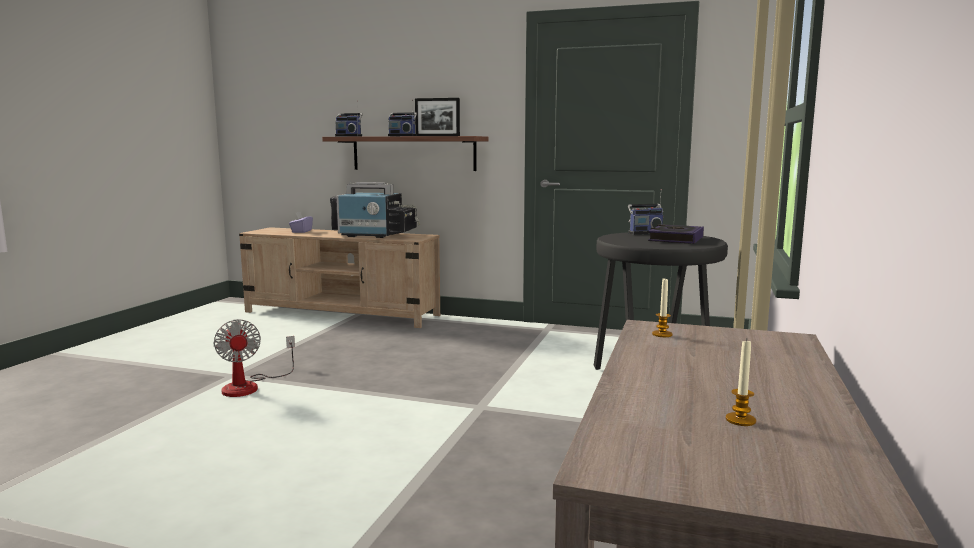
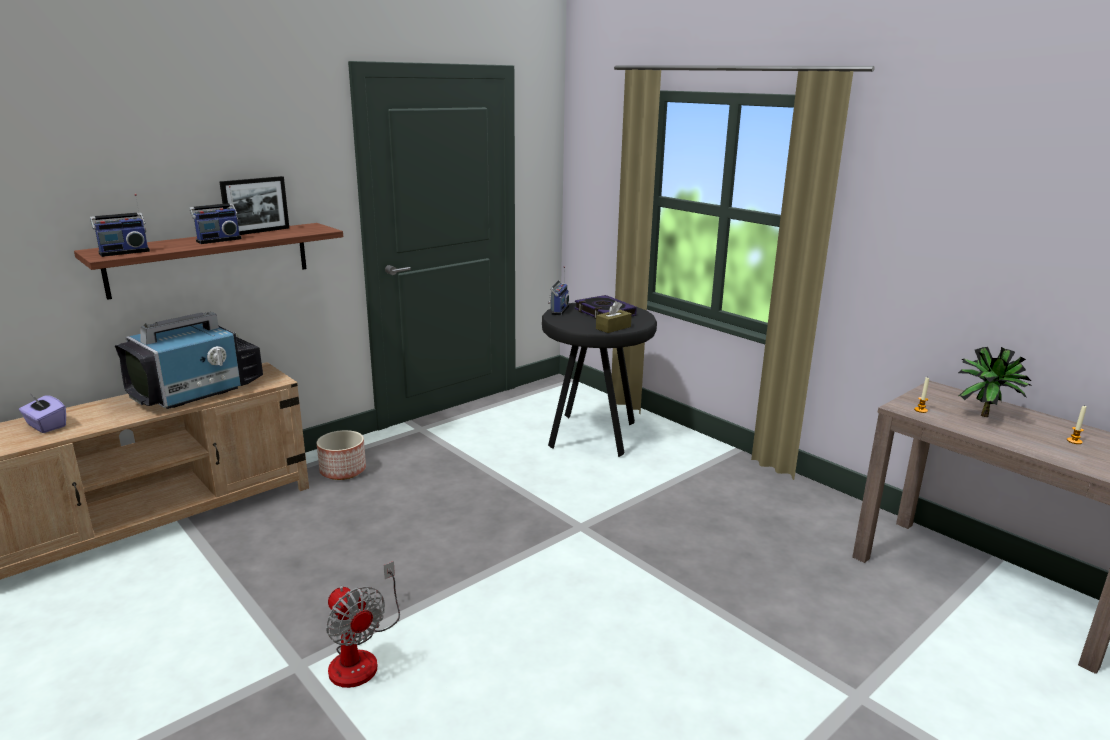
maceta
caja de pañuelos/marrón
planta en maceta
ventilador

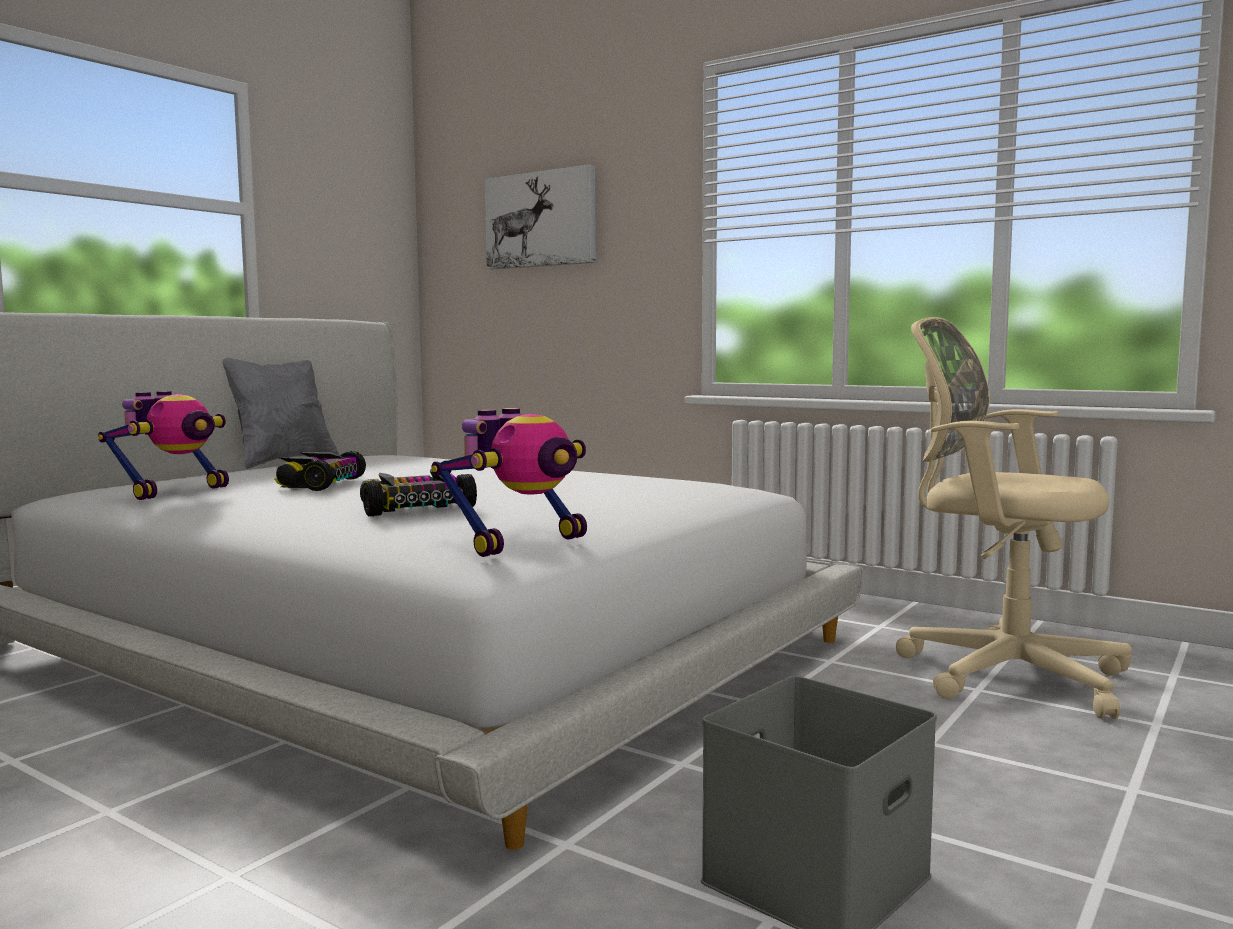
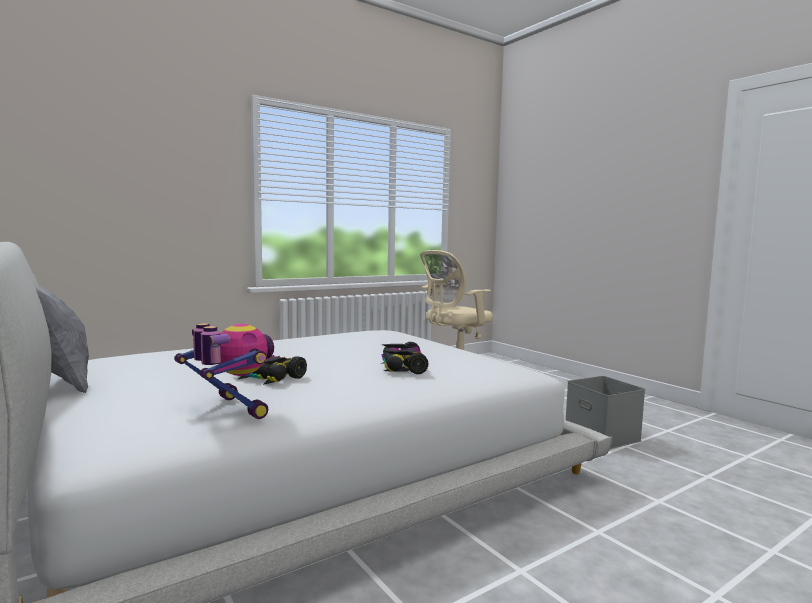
robot de juguete (2nd from left in the first image)
cuadro

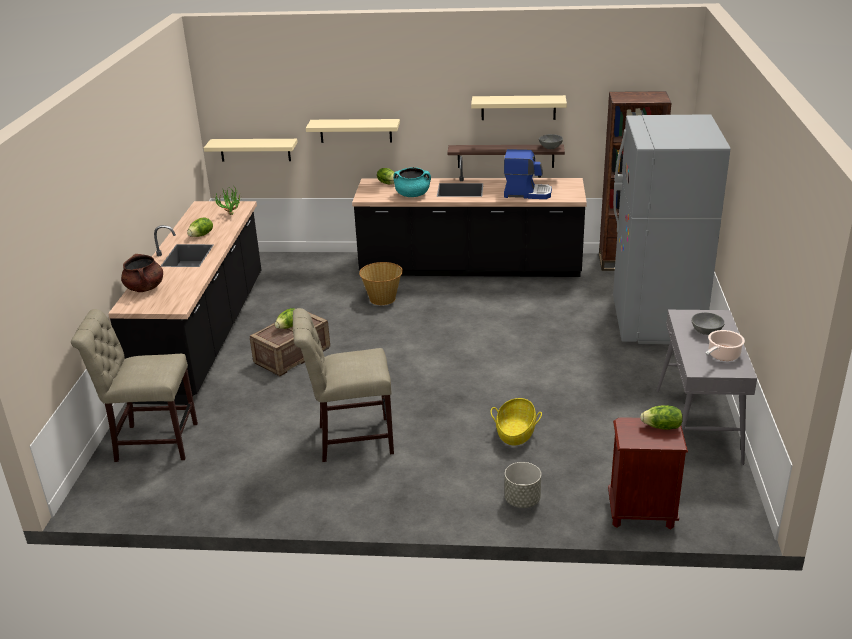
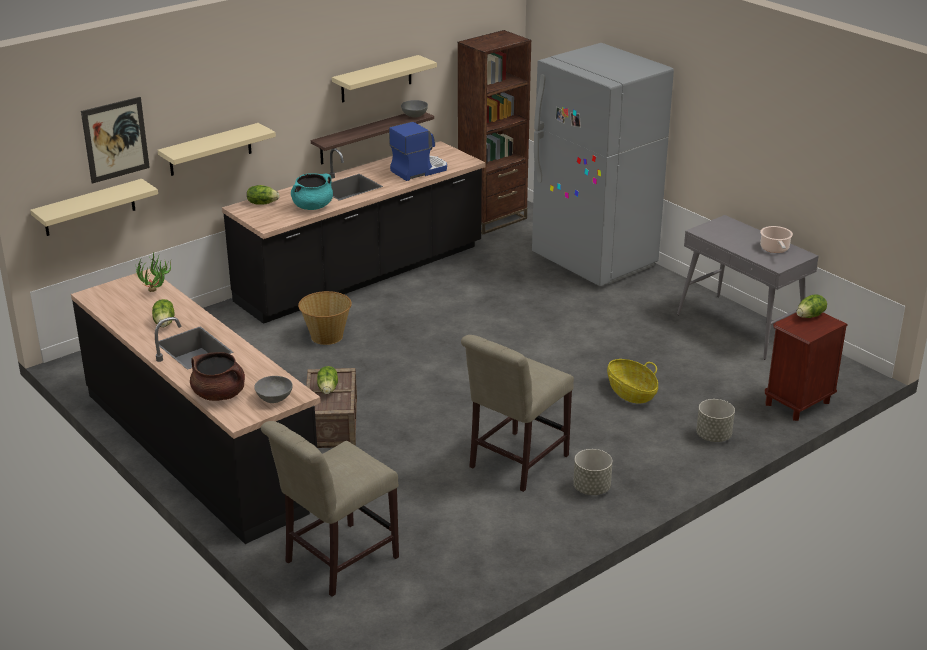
cuadro
maceta/gris (1st from left)
cuenco/gris (1st from left)

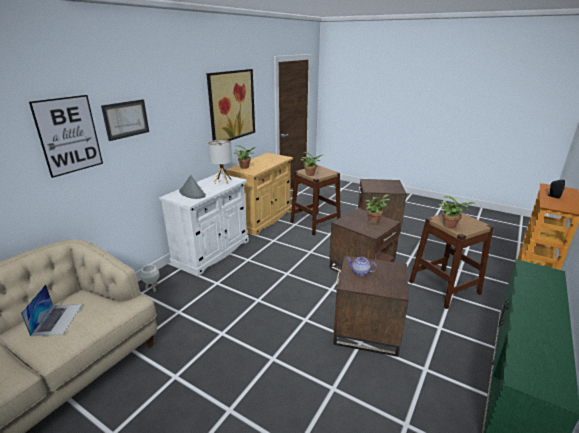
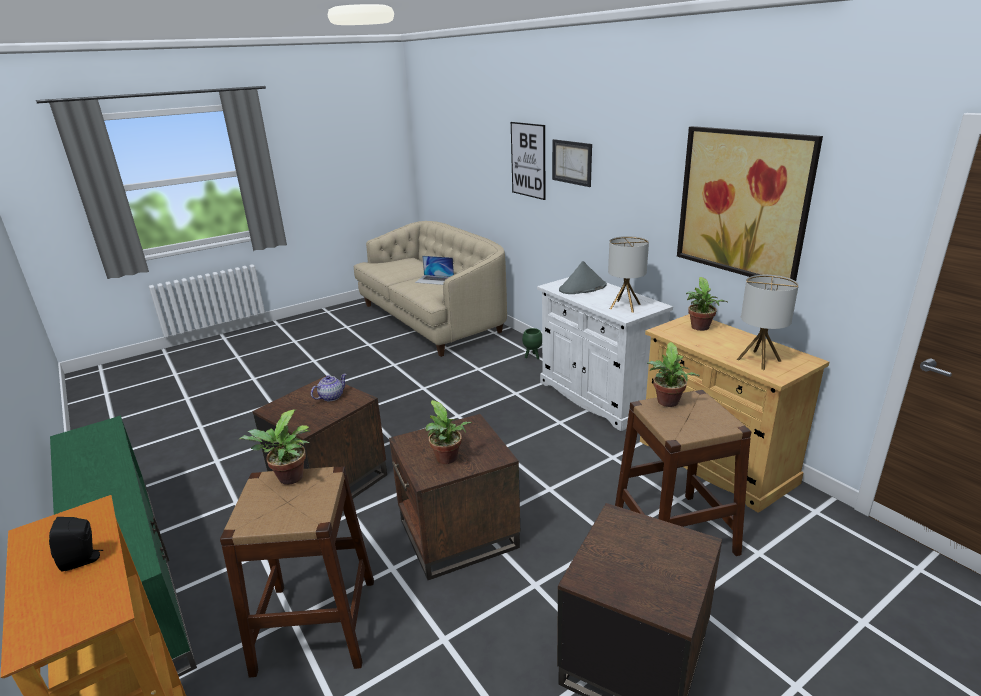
lámpara de mesa (2nd from left)
maceta/verde

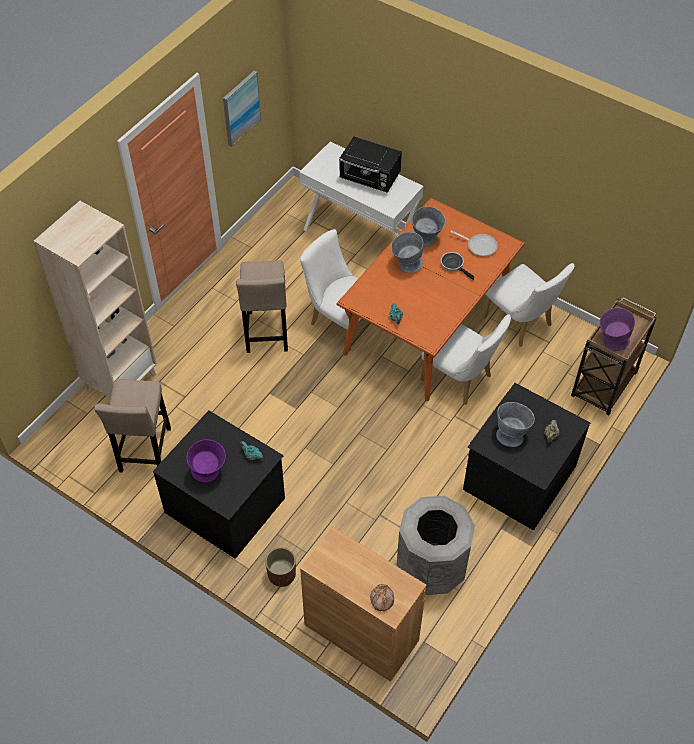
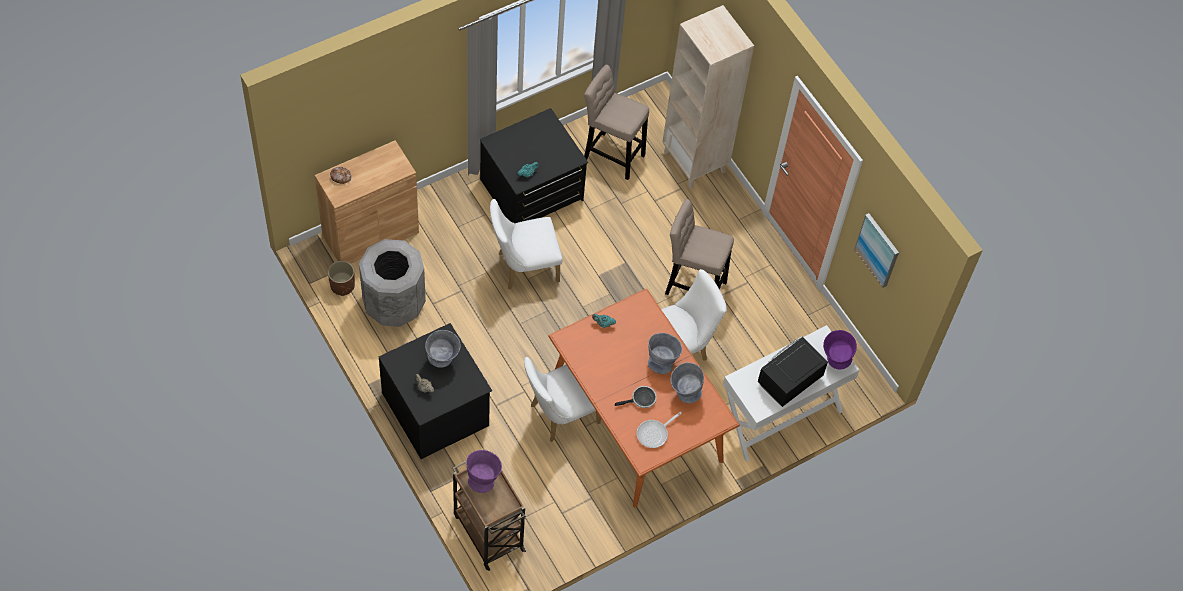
cuenco/morado (2nd from left)
maceta/marrón
silla/blanco (1st from left)

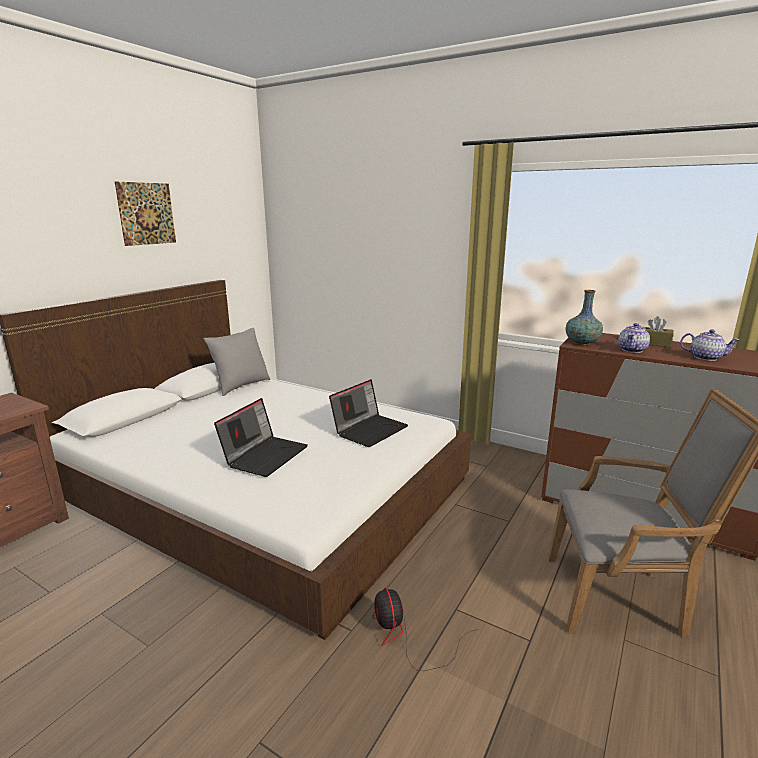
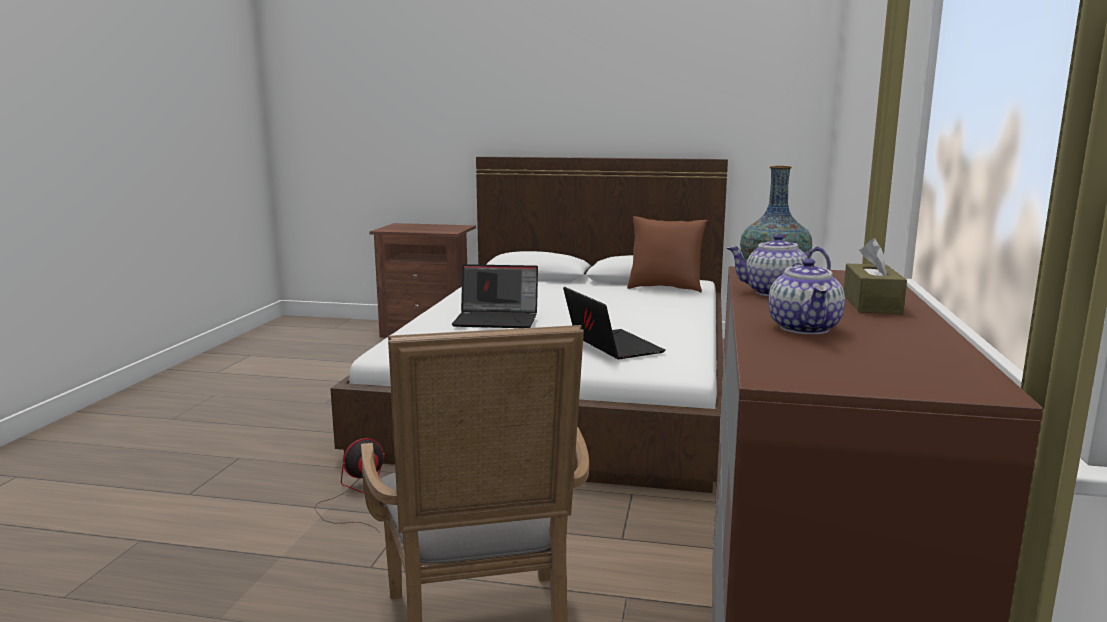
cuadro
cojín/marrón
portátil (2nd from left)

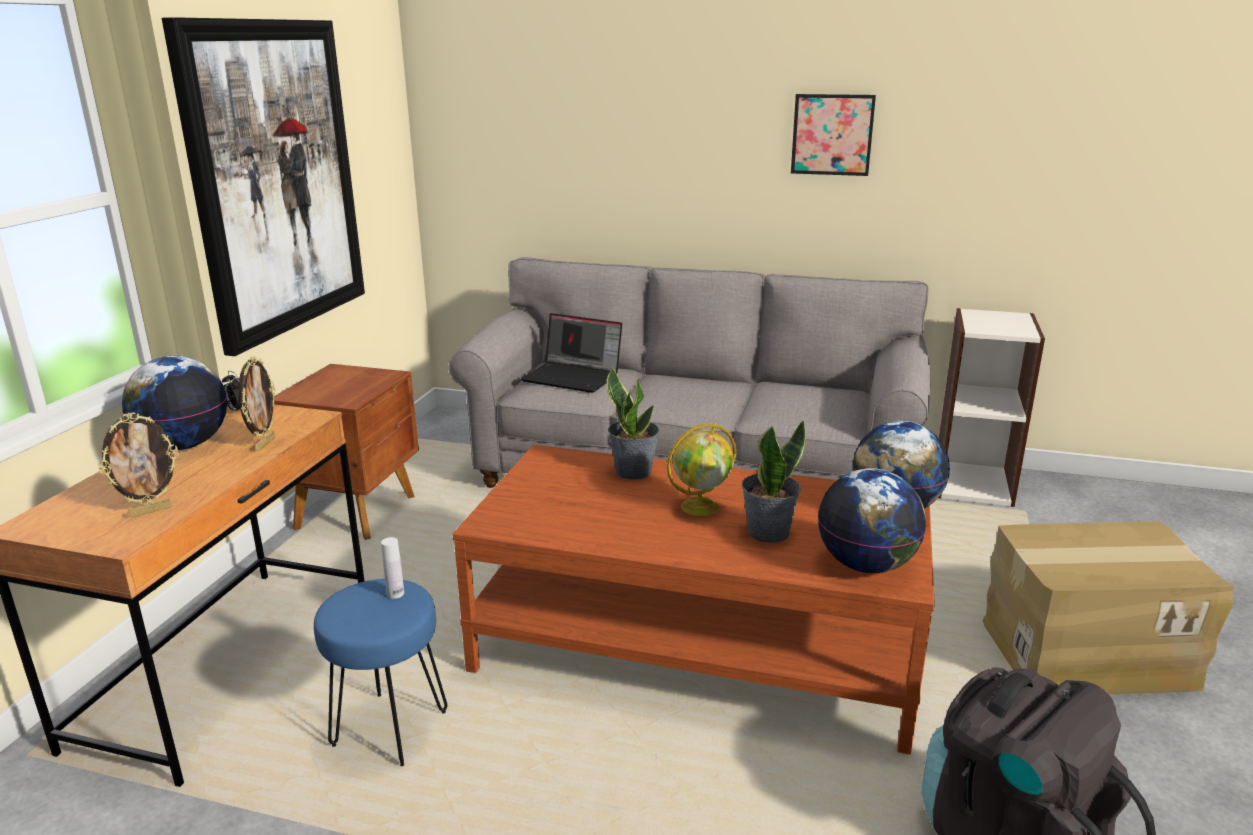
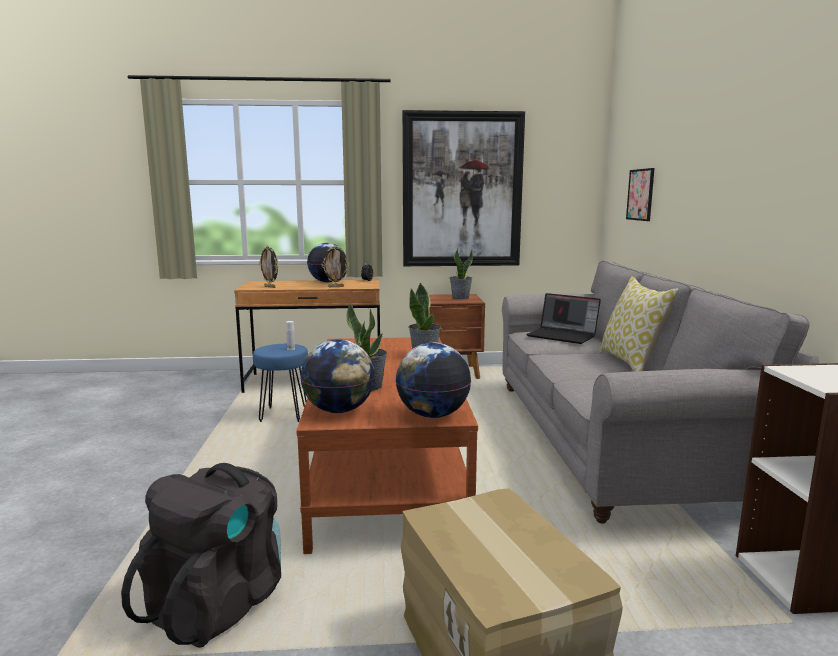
globo terráqueo (2nd from left in the first image)
planta en maceta (3rd from left)
cojín
cuadro (2nd from left)
portátil

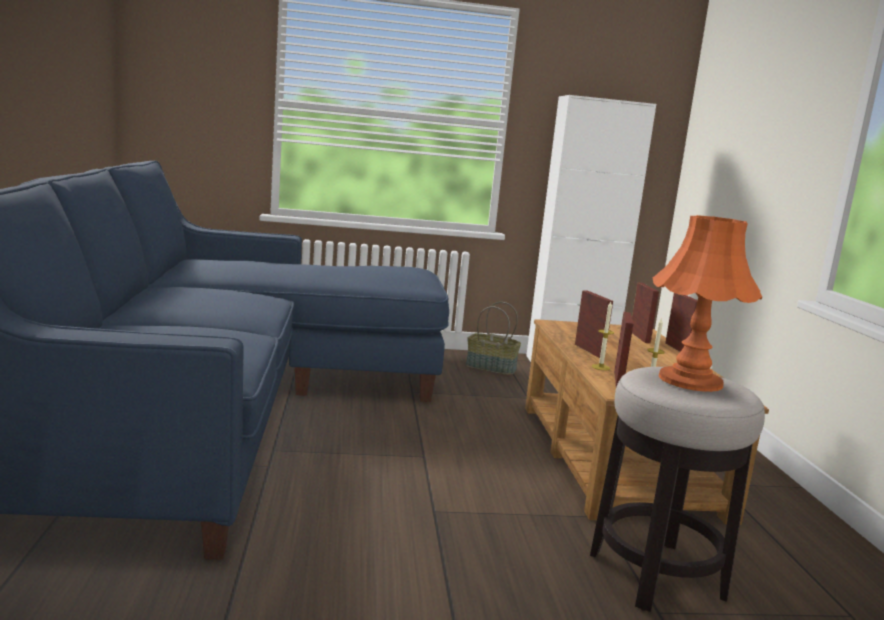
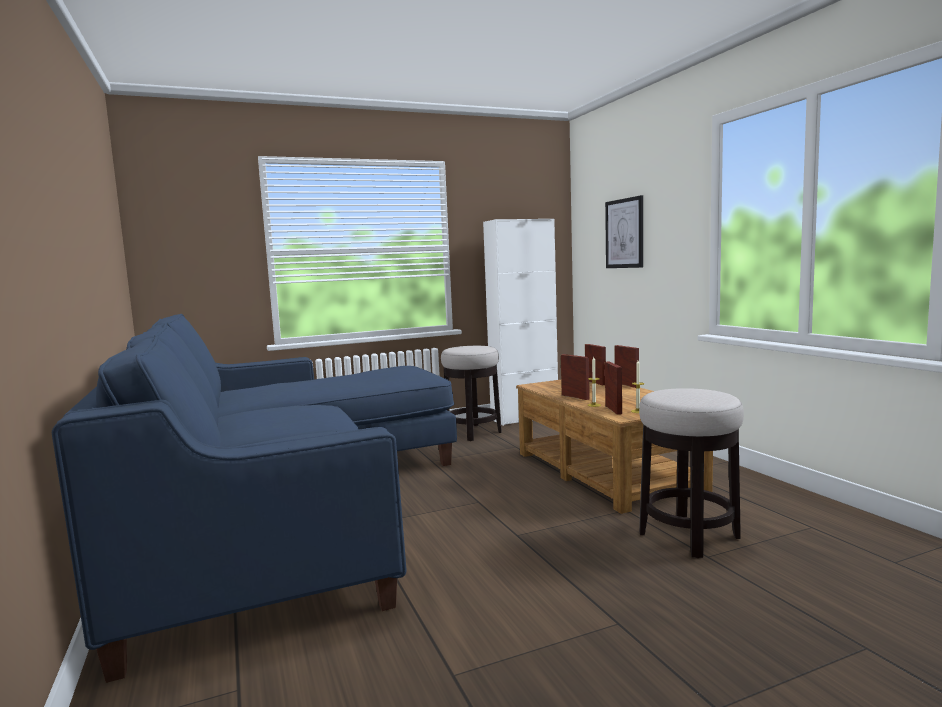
lámpara de mesa/naranja
cuadro
taburete (1st from left)

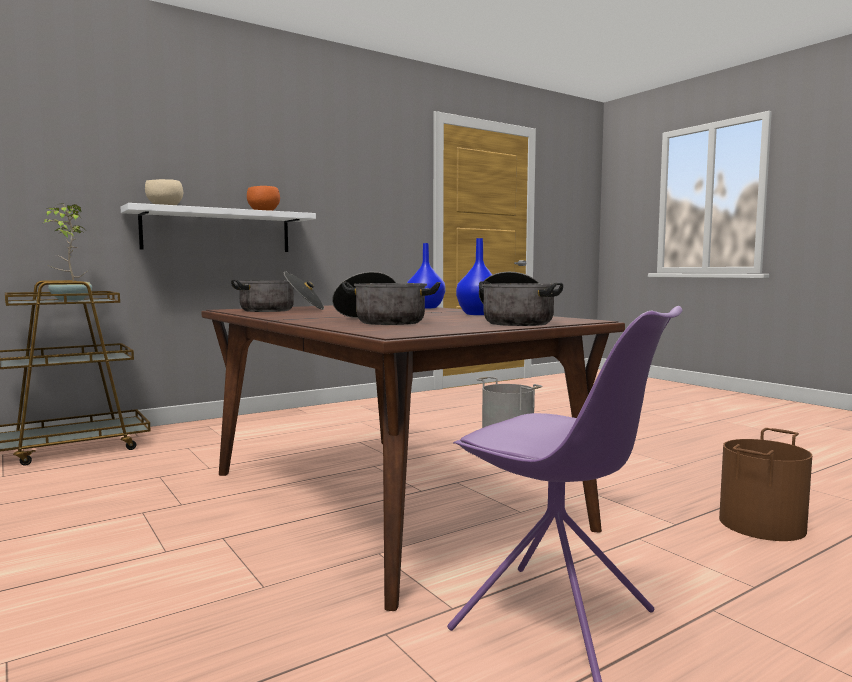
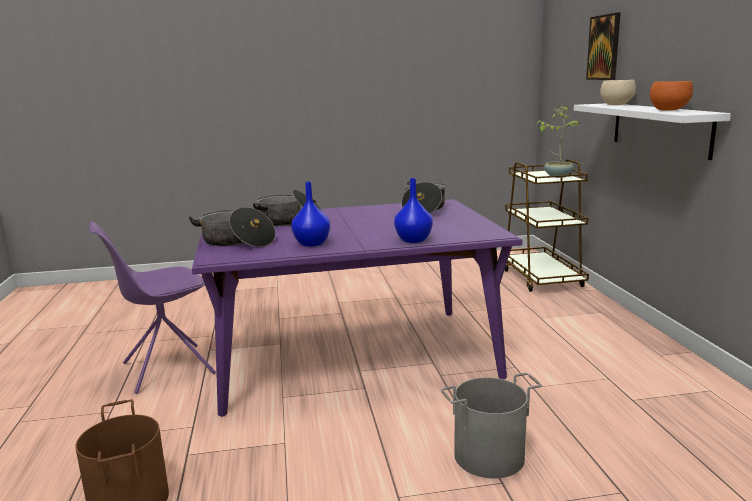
cuadro
mesa de comedor/morado

